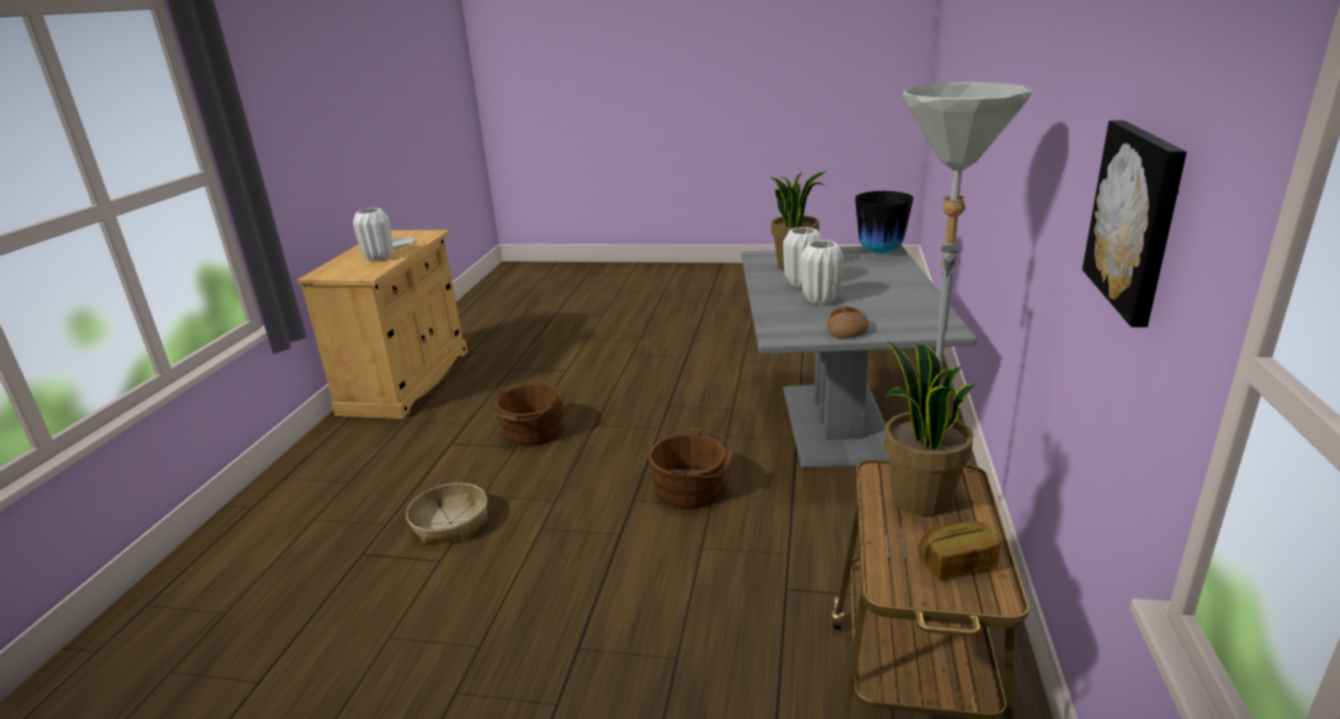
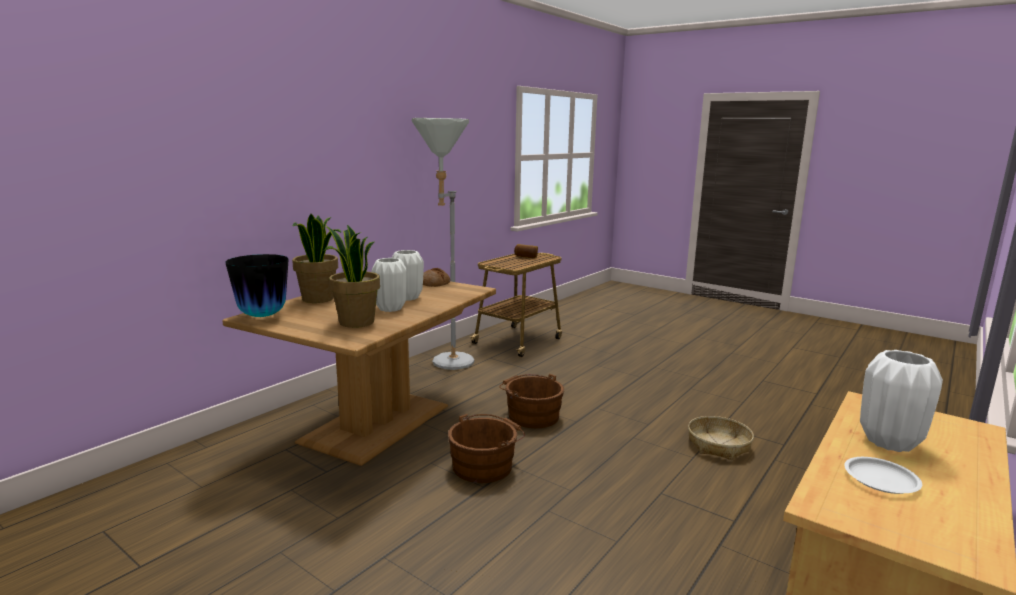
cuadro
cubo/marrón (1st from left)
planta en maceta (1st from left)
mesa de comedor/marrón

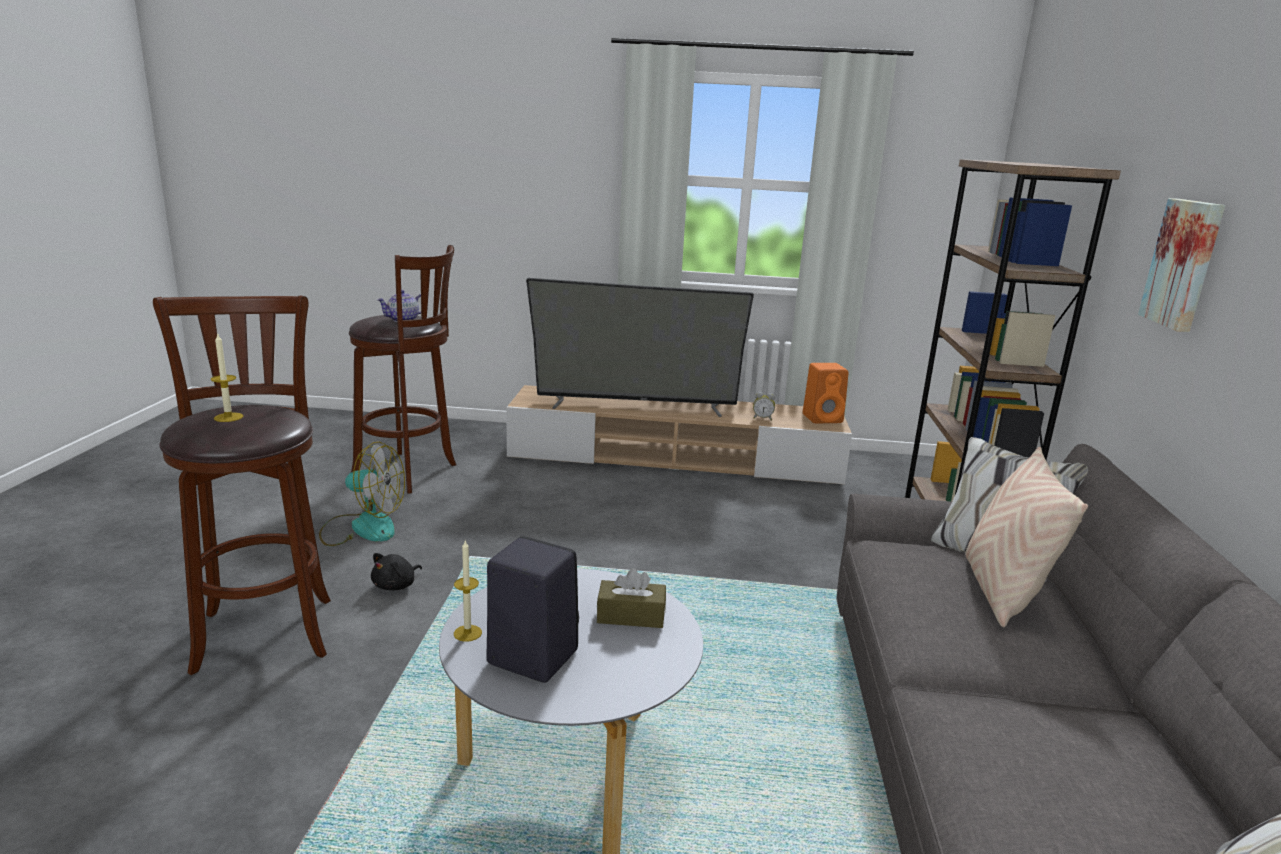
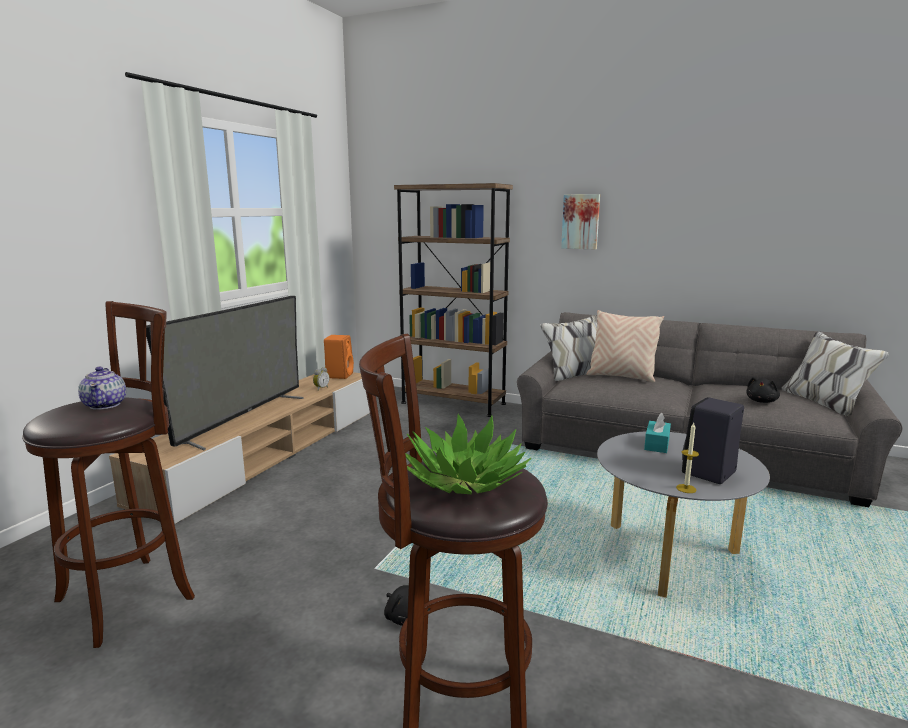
ventilador
peluche/negro (2nd from left)
planta en maceta
caja de pañuelos/turquesa

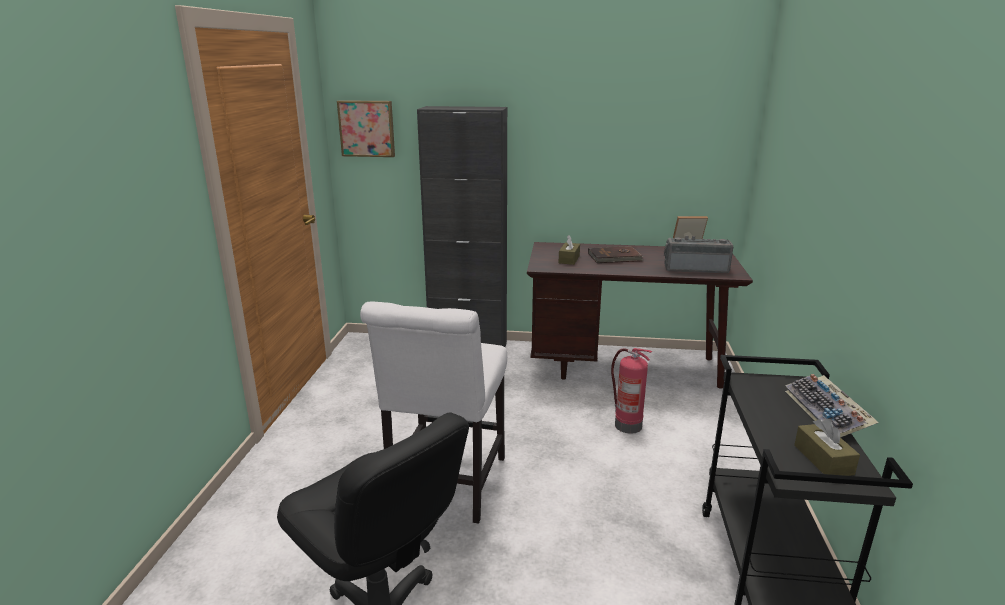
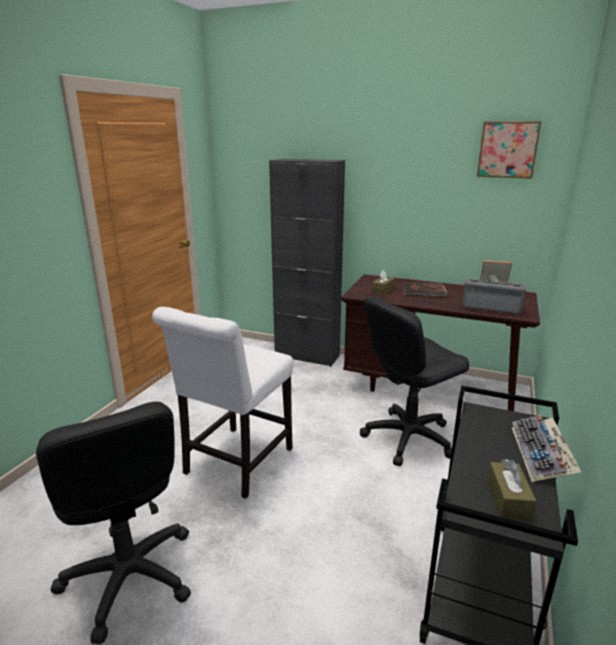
cuadro
silla de oficina/negro (2nd from left)

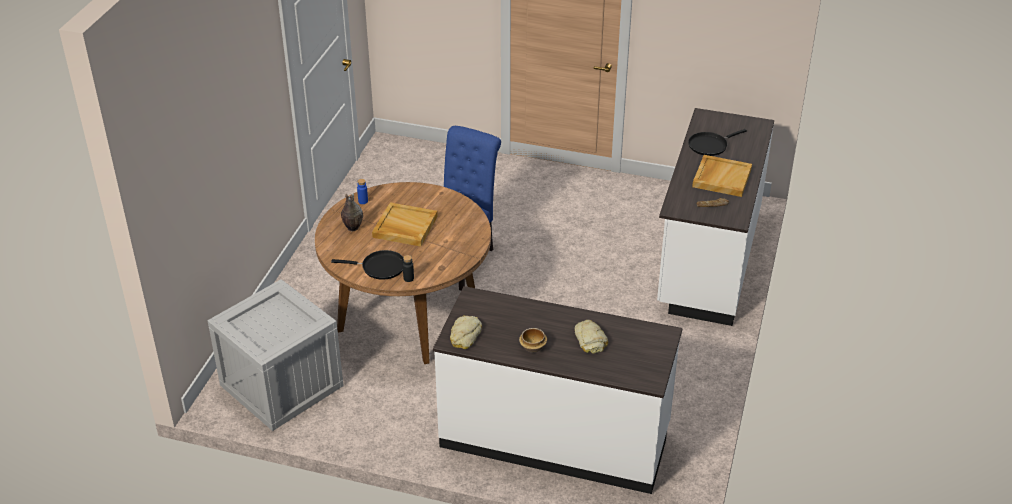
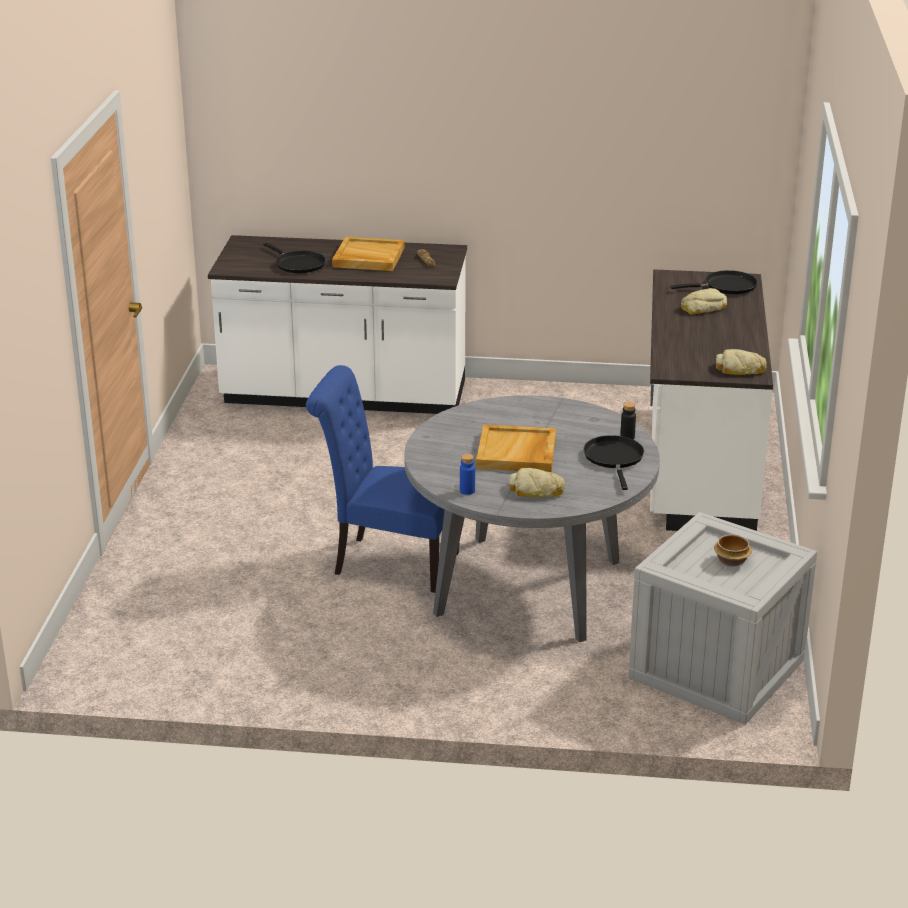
sartén/negro (3rd from left)
cuenco
pan (2nd from left)
mesa de comedor/gris

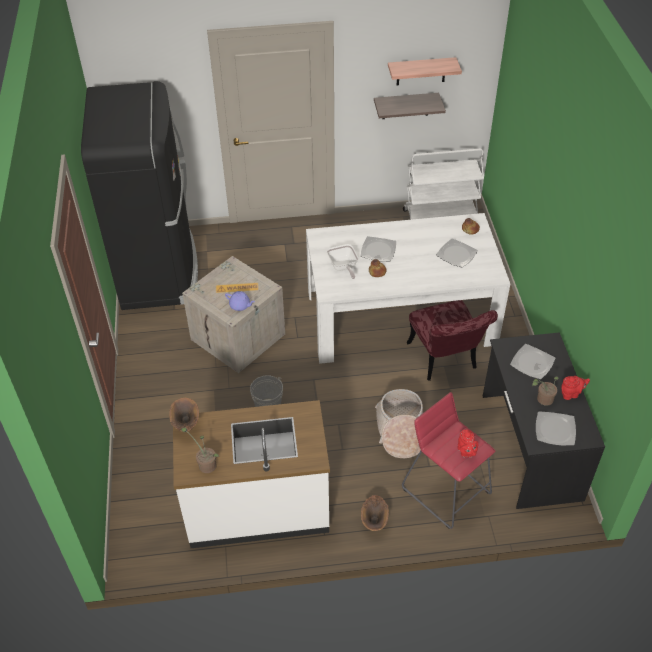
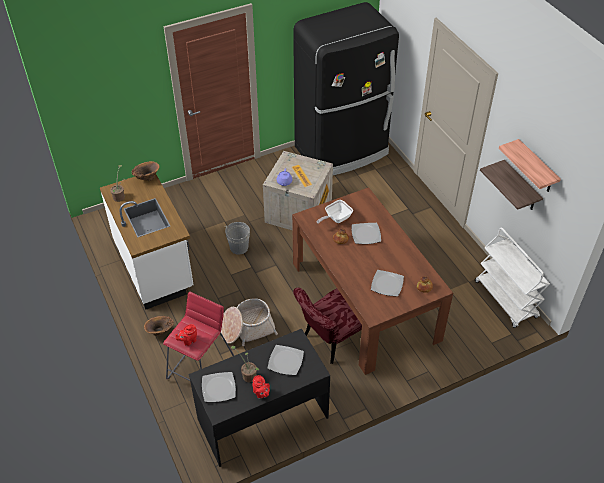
mesa de comedor/marrón

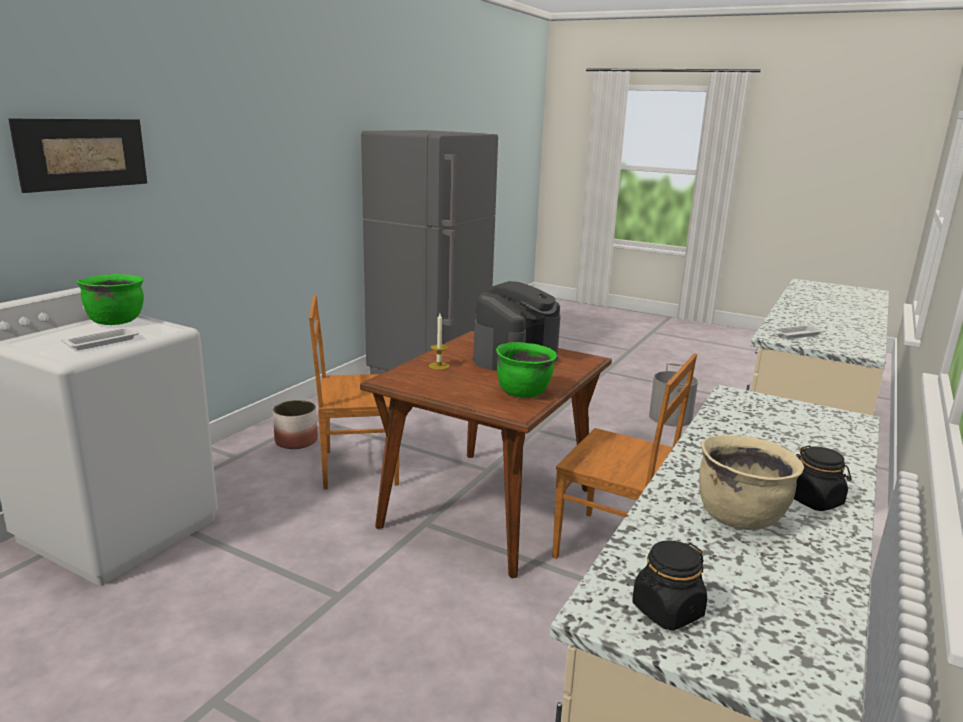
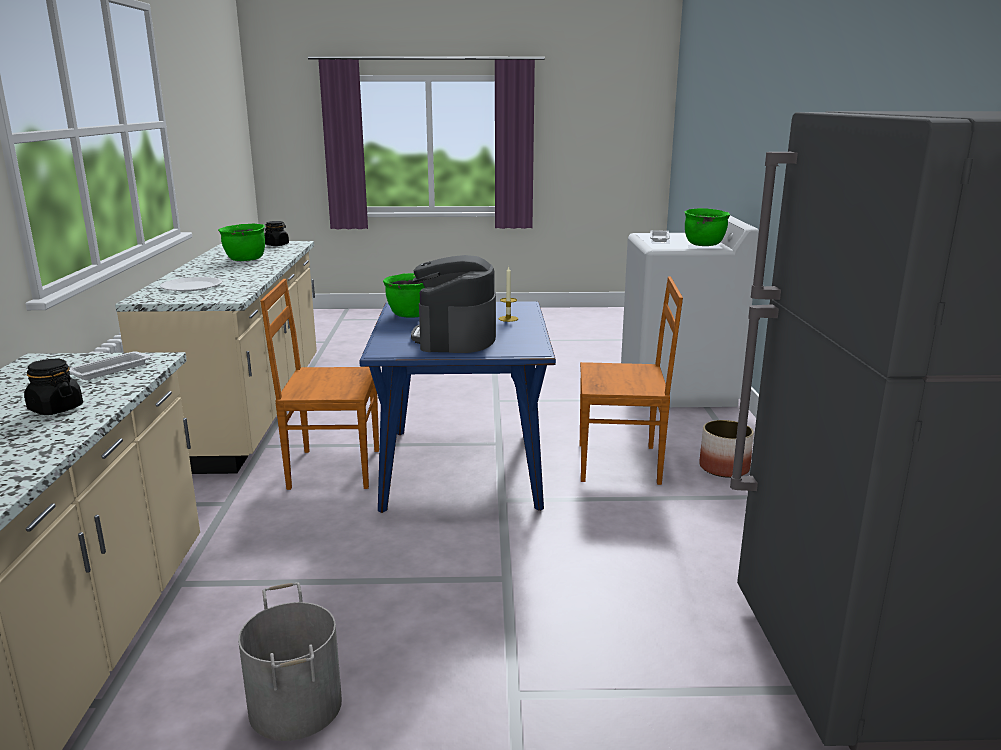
cuadro
plato/blanco
tarro/negro (1st from left)
mesa de comedor/azul
olla/verde (1st from left)
silla/marrón (2nd from left)

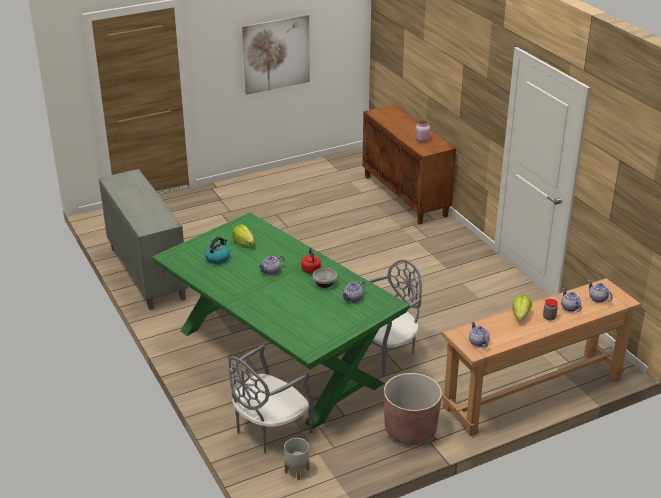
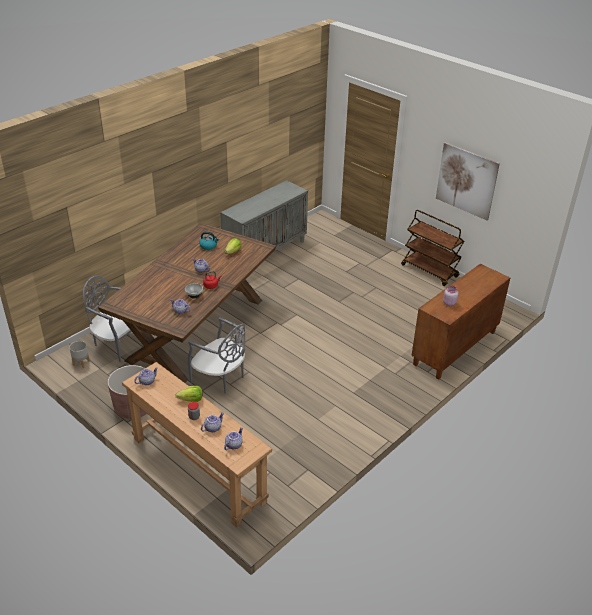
carrito/marrón
mesa de comedor/marrón

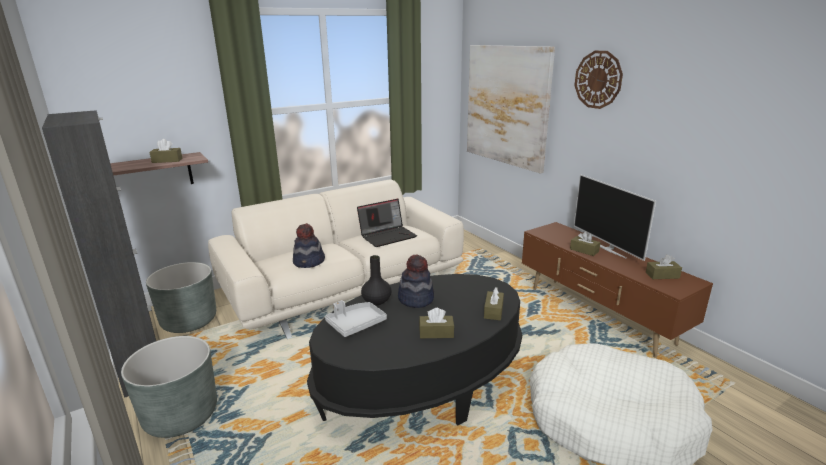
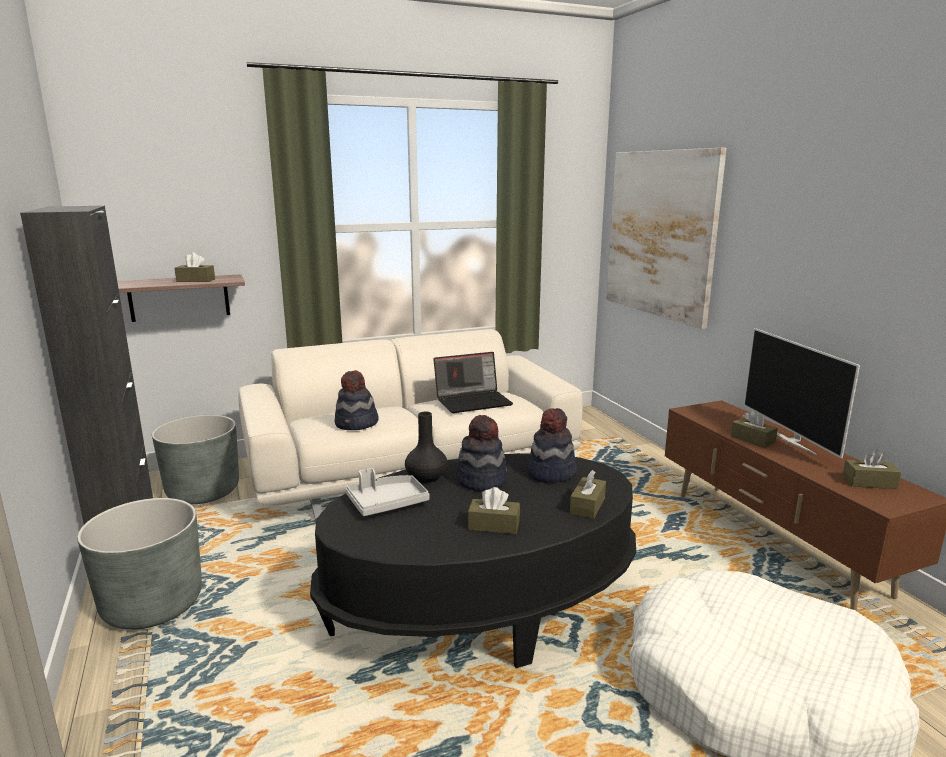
reloj de pared
sombrero (3rd from left)

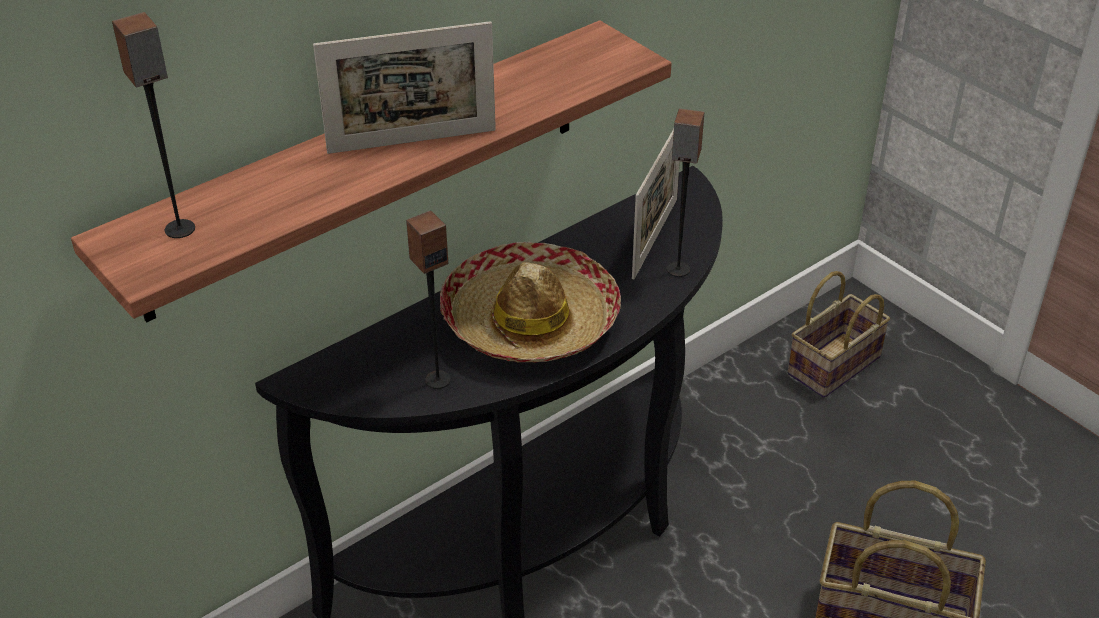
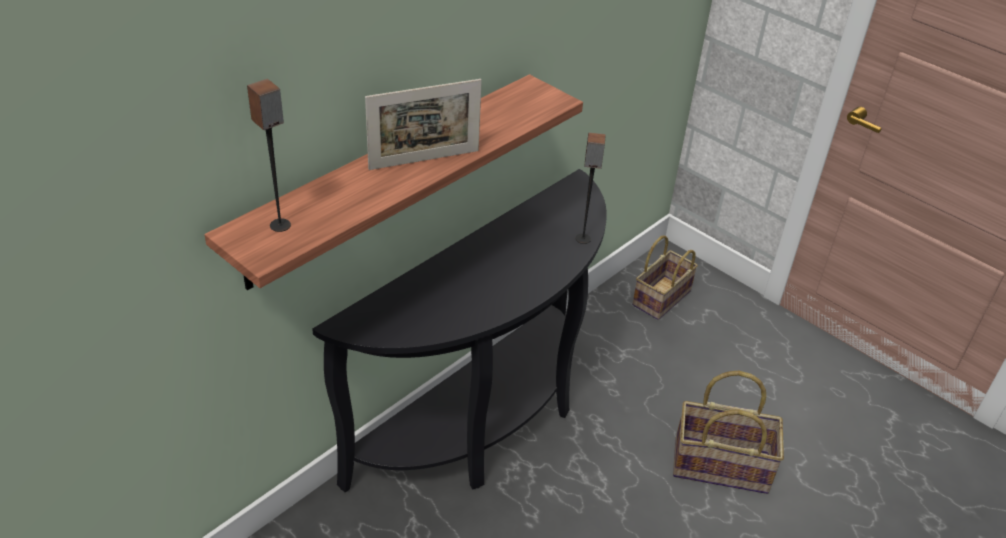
altavoz (2nd from left in the first image)
sombrero
portarretratos (2nd from left in the first image)

